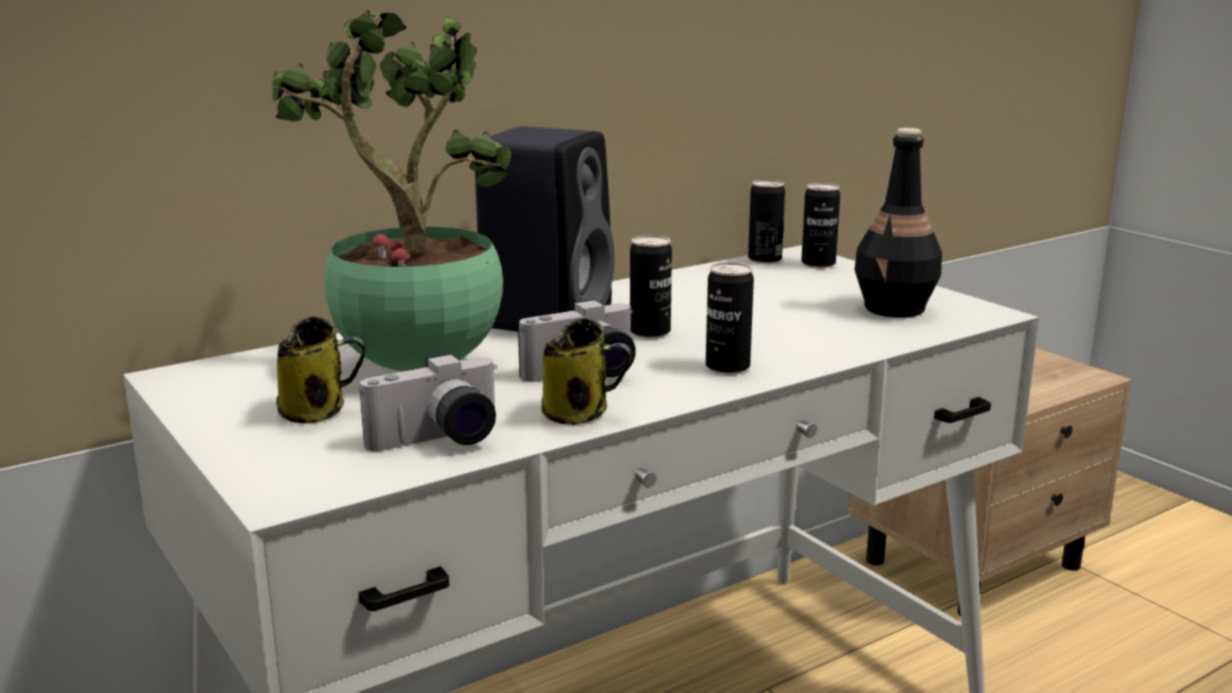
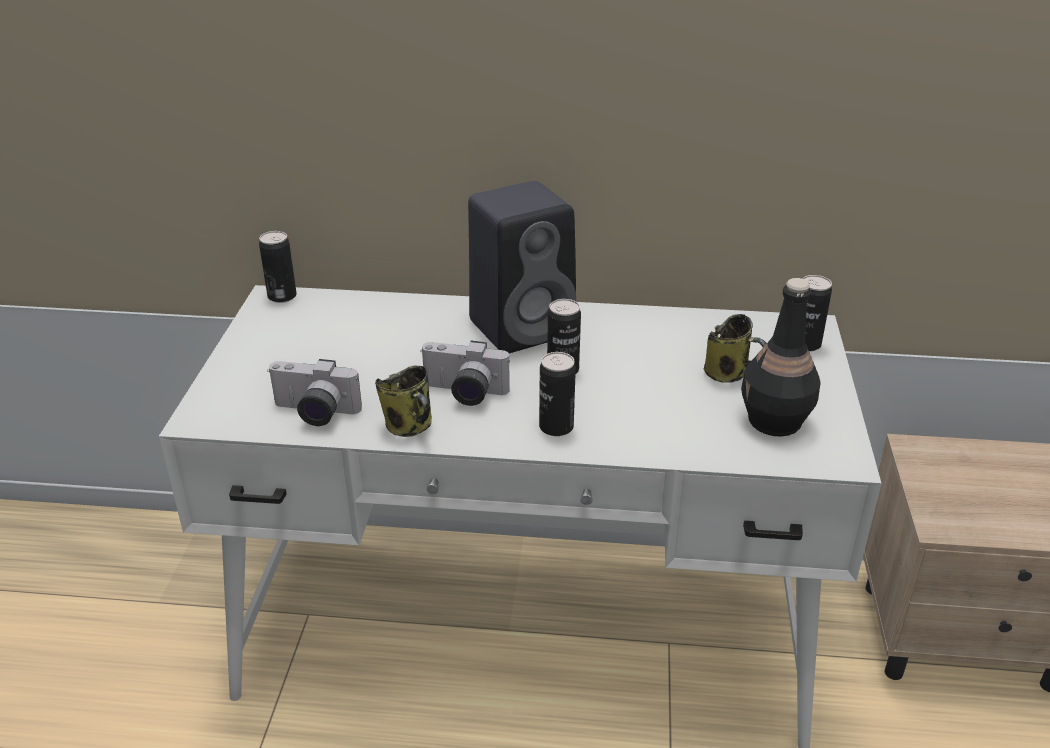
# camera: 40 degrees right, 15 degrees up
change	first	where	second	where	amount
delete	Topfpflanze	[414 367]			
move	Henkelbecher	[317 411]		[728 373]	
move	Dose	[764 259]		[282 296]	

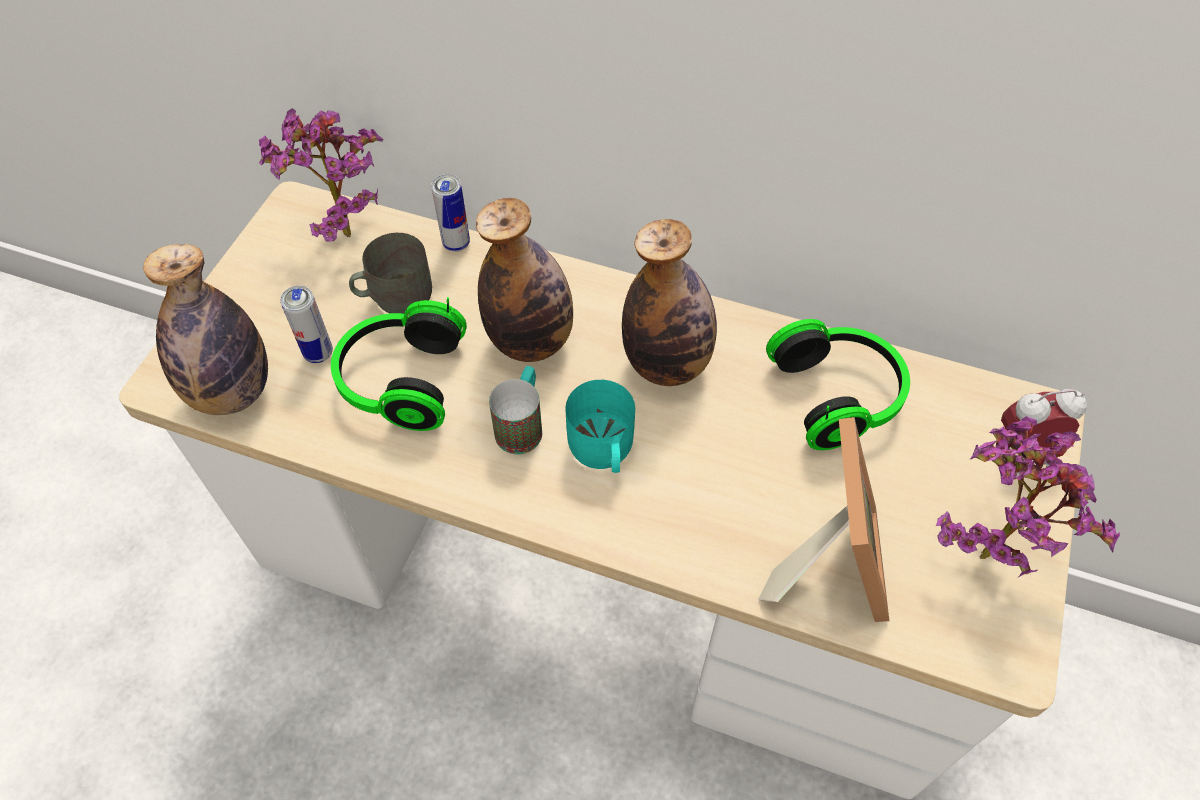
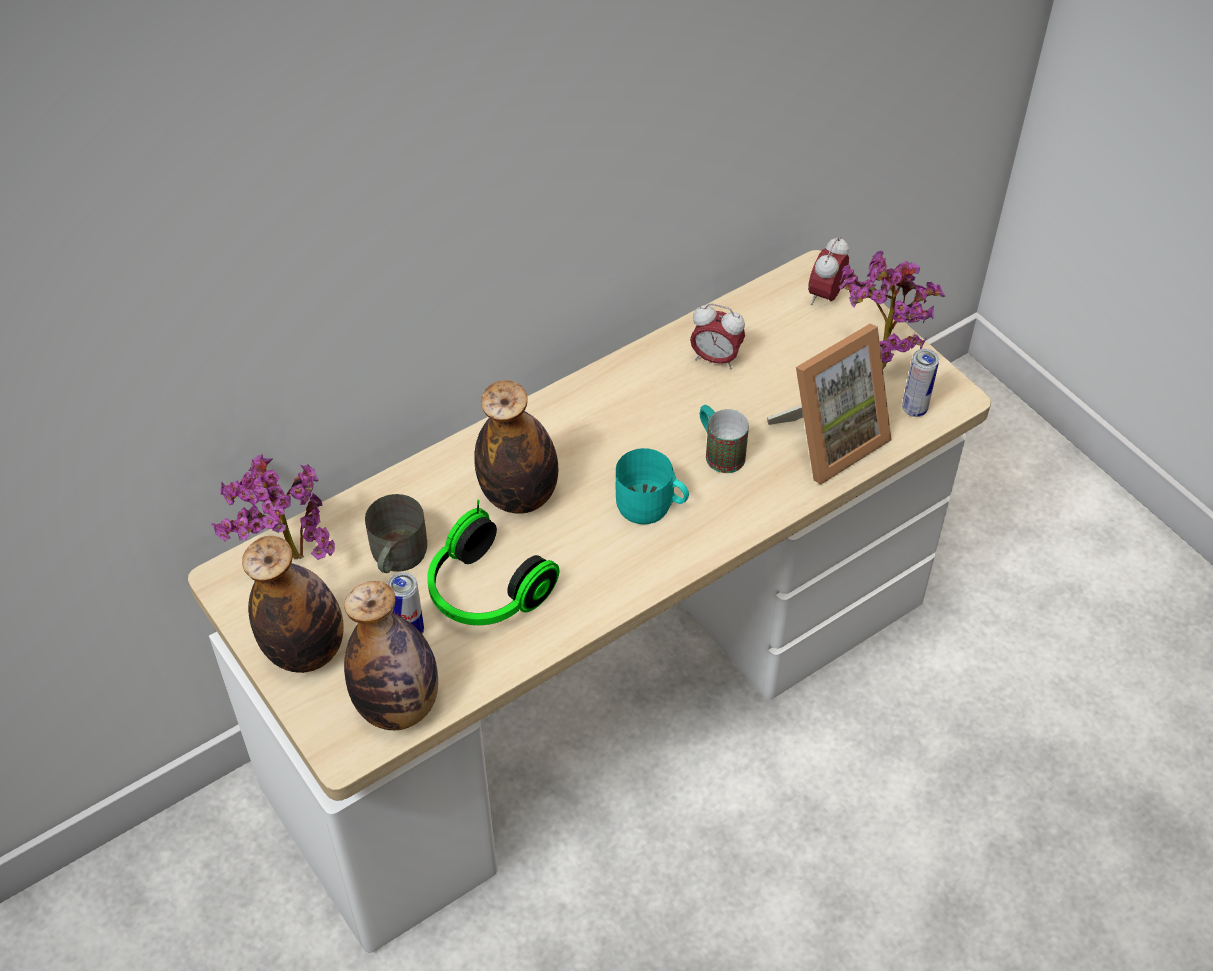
# camera: 55 degrees left, 5 degrees down
change	first	where	second	where	amount
move	Dose	[456 244]		[914 409]	
move	Henkelbecher	[522 424]		[719 452]	
move	Flasche	[667 364]		[305 650]	
replace	Kopfhörer	[838 395]	Wecker	[715 359]	
rotate	Bilderrahmen	[828 561]		[828 439]	105 degrees clockwise

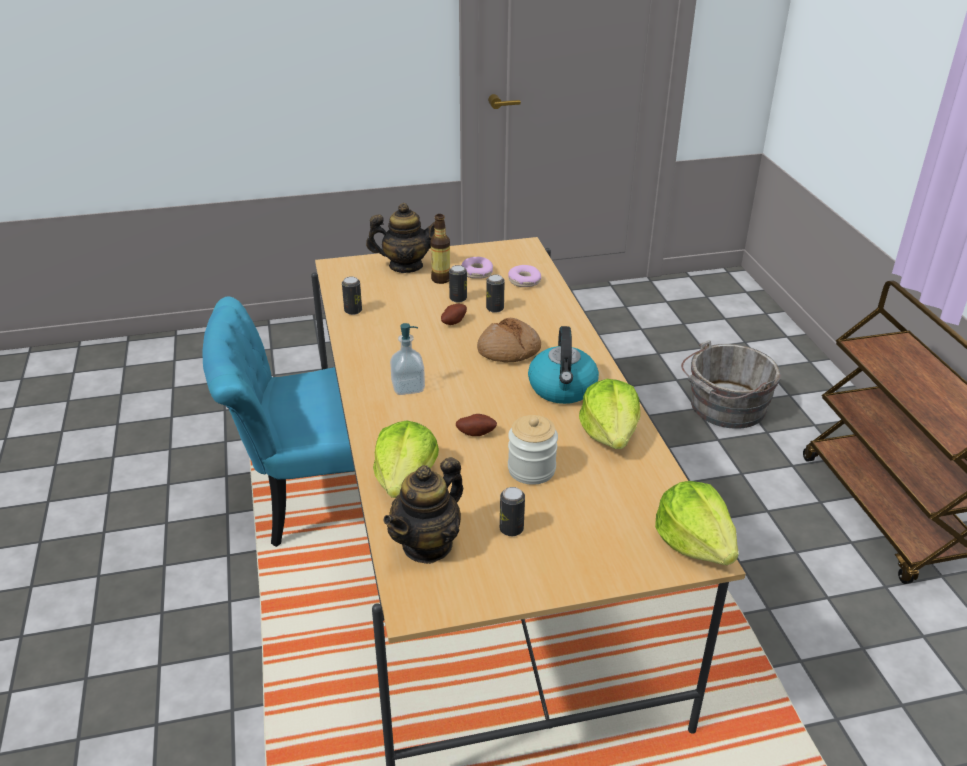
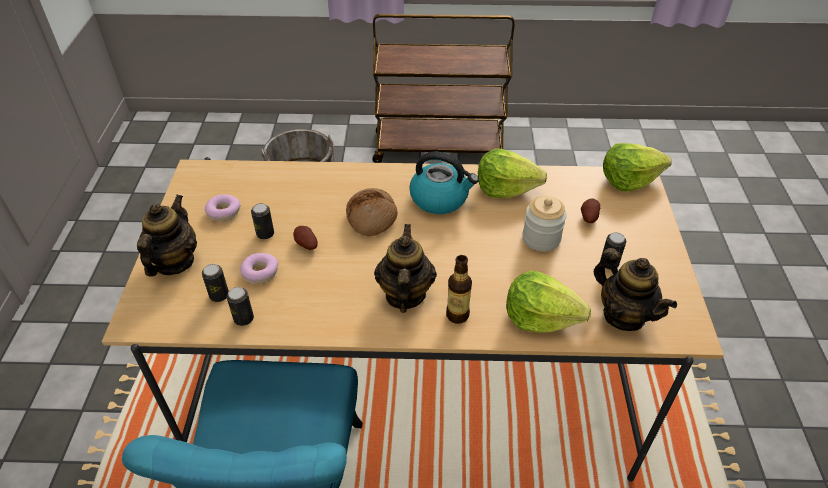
# camera: 75 degrees left, 10 degrees up
change	first	where	second	where	amount
move	Flasche	[441 279]		[457 315]	
move	Kartoffel	[476 433]		[588 217]	
move	Dose	[495 308]		[219 295]	
move	Donut	[524 281]		[260 272]	
replace	Seifenspender	[408 387]	Teekanne	[404 295]	

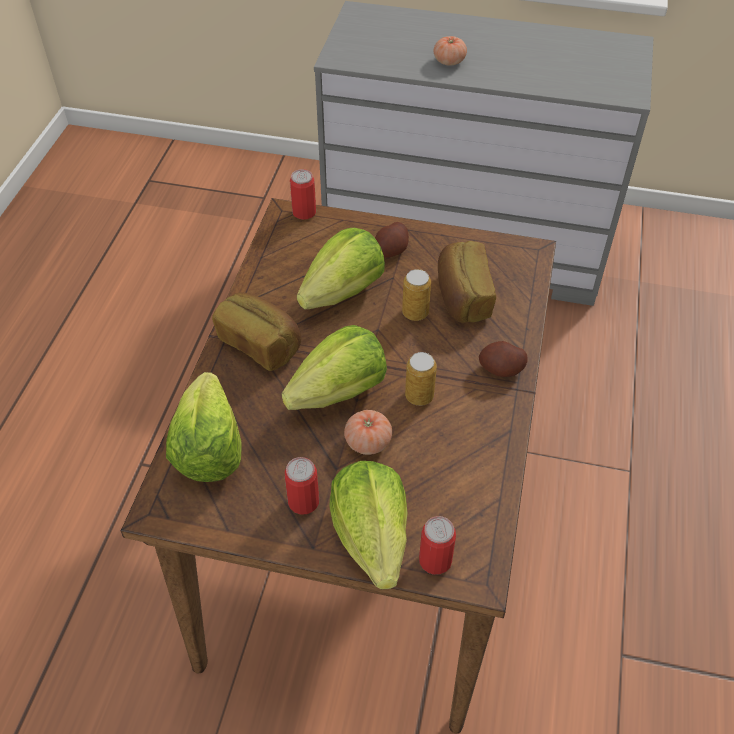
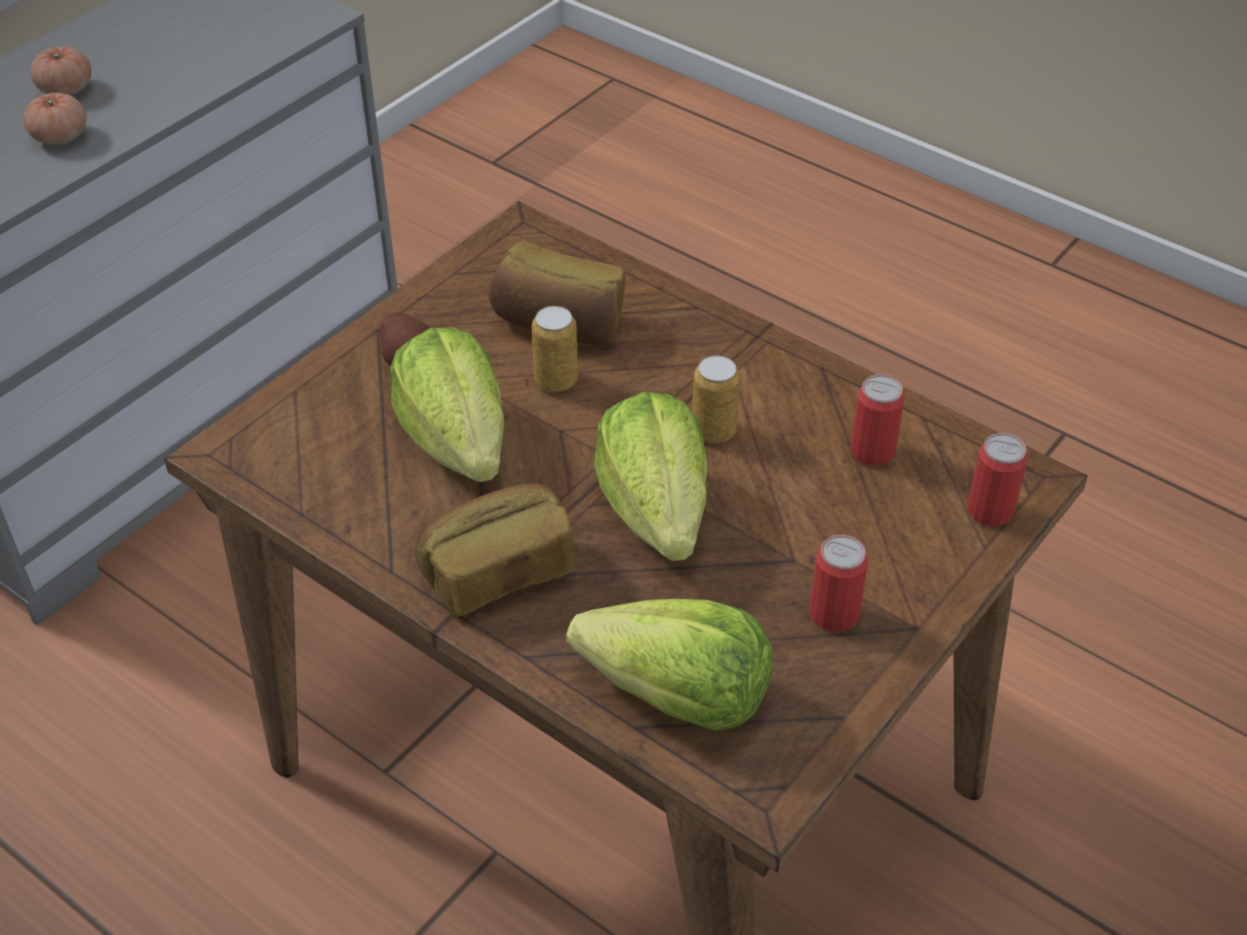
# camera: 65 degrees left, 5 degrees down
change	first	where	second	where	amount
delete	Salatkopf	[372 537]			
delete	Kartoffel	[501 369]			
move	Dose	[304 212]		[872 451]	
move	Tomate	[368 442]		[66 89]	

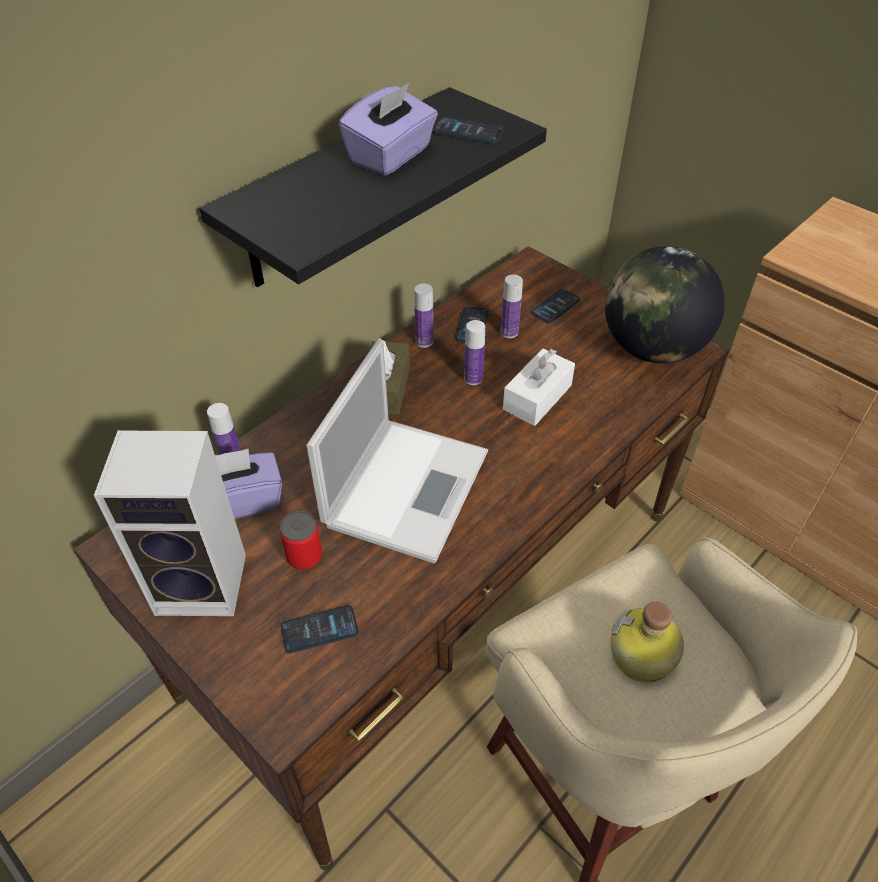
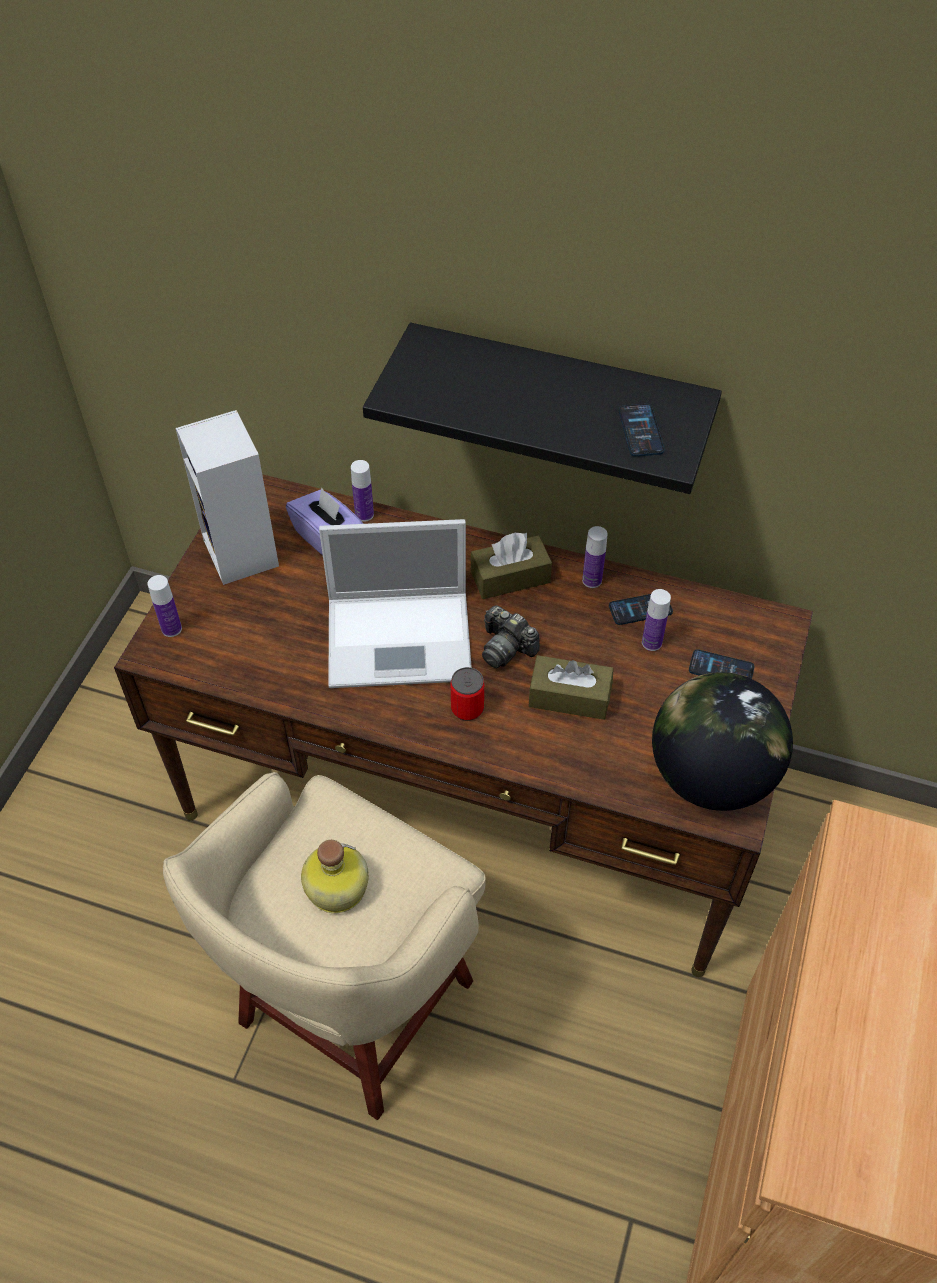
# camera: 65 degrees right, 5 degrees up
change	first	where	second	where	amount
delete	Handy	[319 629]			
delete	Taschentuchbox [lila]	[391 156]			
insert			Kamera	[506 647]	
move	Dose	[304 556]		[467 708]	
move	Flasche	[473 378]		[171 629]	
recolor	Taschentuchbox [weiß]	[537 397]	Taschentuchbox [braun]	[569 697]	

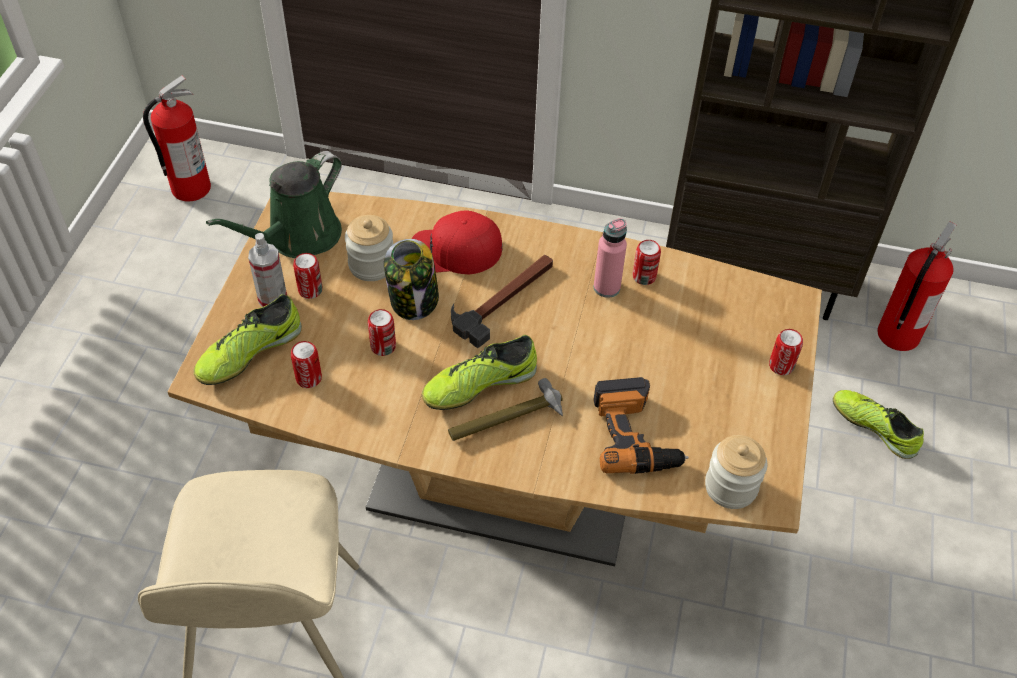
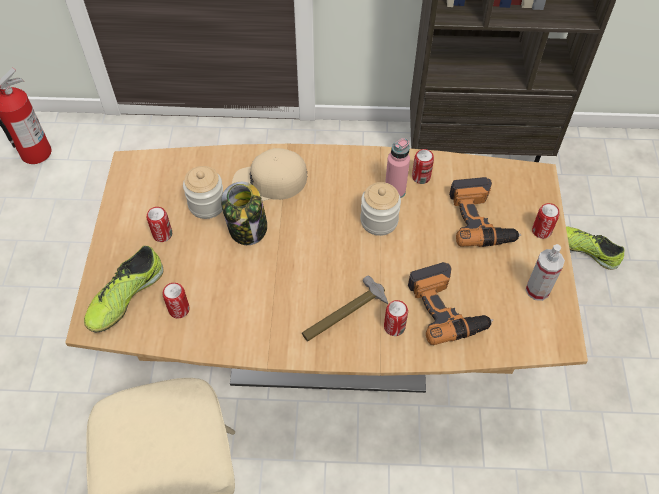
# camera: 10 degrees left, 5 degrees up
change	first	where	second	where	amount
delete	Gießkanne [grün]	[298 237]			
delete	Schuh	[479 384]			
delete	Hammer	[504 299]			
delete	Feuerlöscher	[897 335]			
insert			Bohrmaschine	[481 219]	
move	Sprühflasche	[273 299]		[537 290]	
move	Dose	[383 346]		[394 327]	
move	Vorratsglas	[731 487]		[379 221]	
recolor	Kappe [rot]	[454 251]	Kappe [beige]	[269 181]	

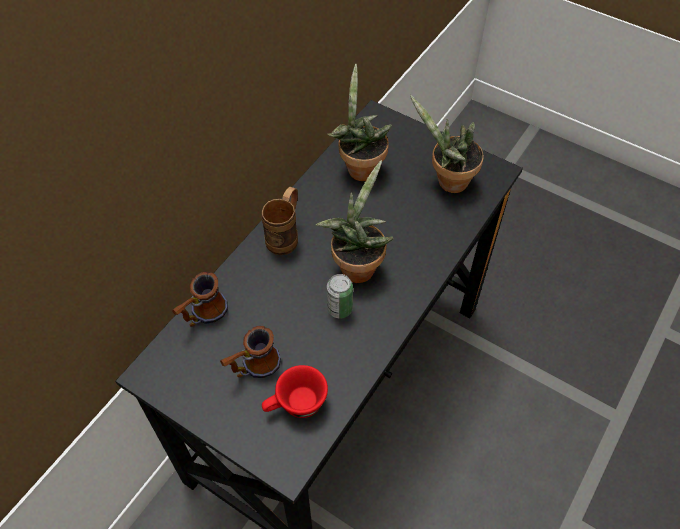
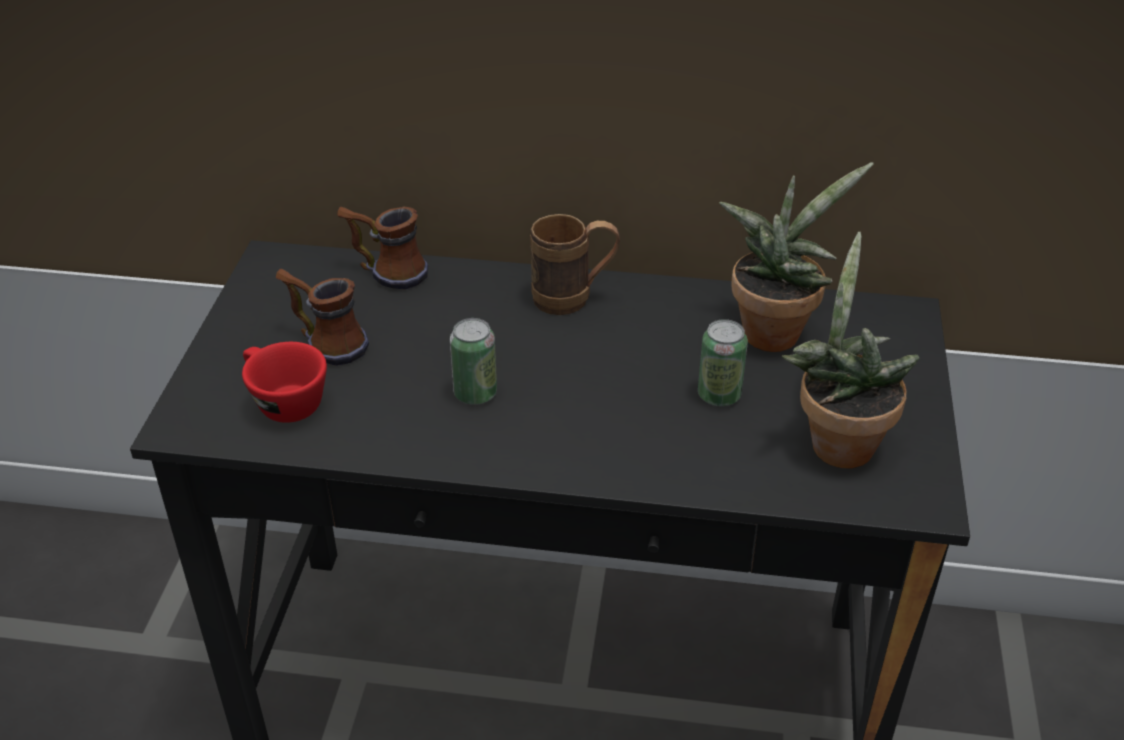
# camera: 65 degrees right, 15 degrees down
change	first	where	second	where	amount
delete	Topfpflanze	[356 265]			
insert			Dose	[719 395]	

